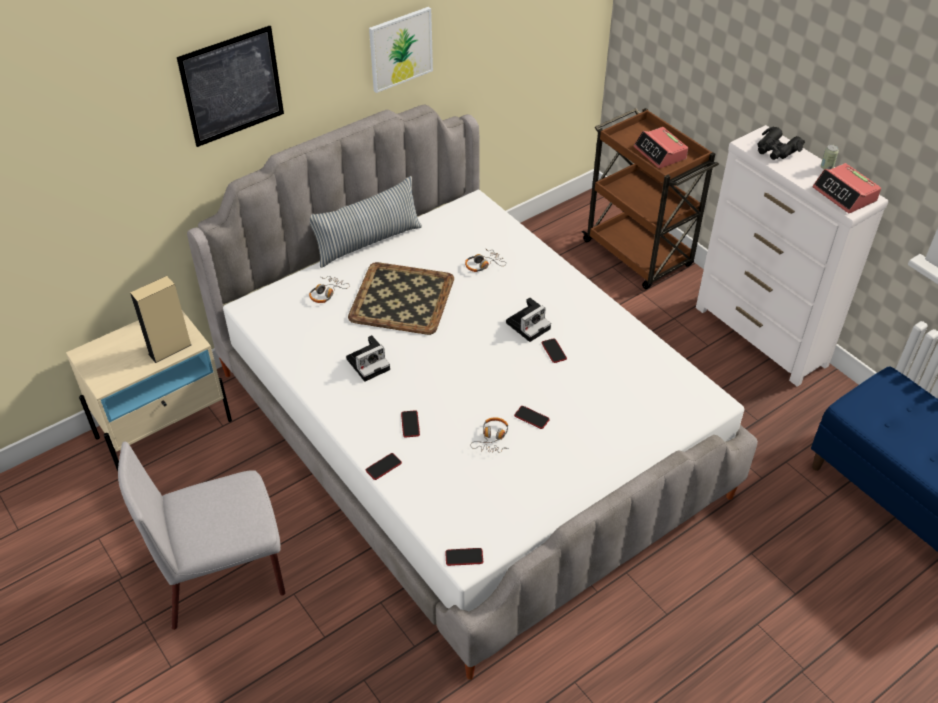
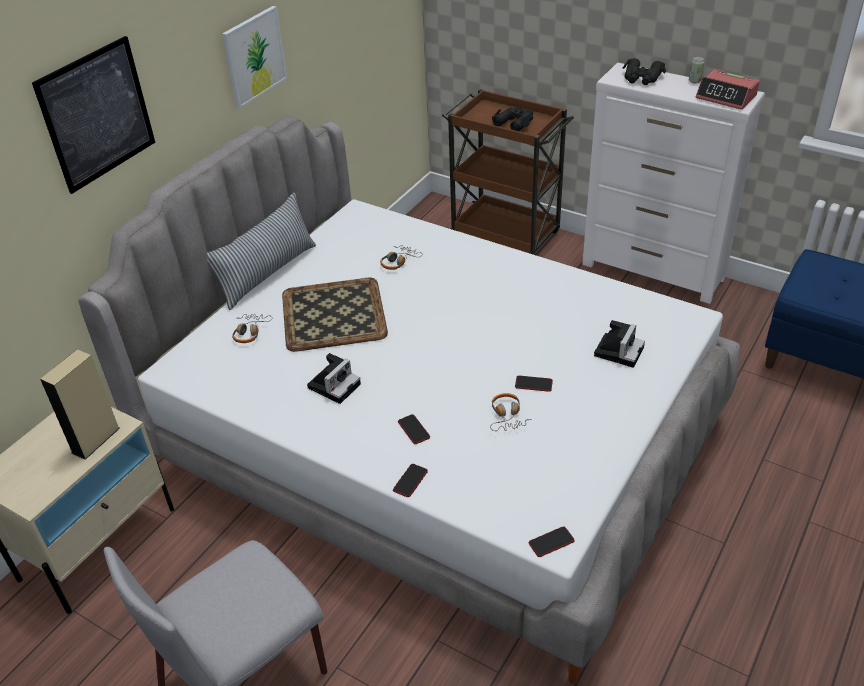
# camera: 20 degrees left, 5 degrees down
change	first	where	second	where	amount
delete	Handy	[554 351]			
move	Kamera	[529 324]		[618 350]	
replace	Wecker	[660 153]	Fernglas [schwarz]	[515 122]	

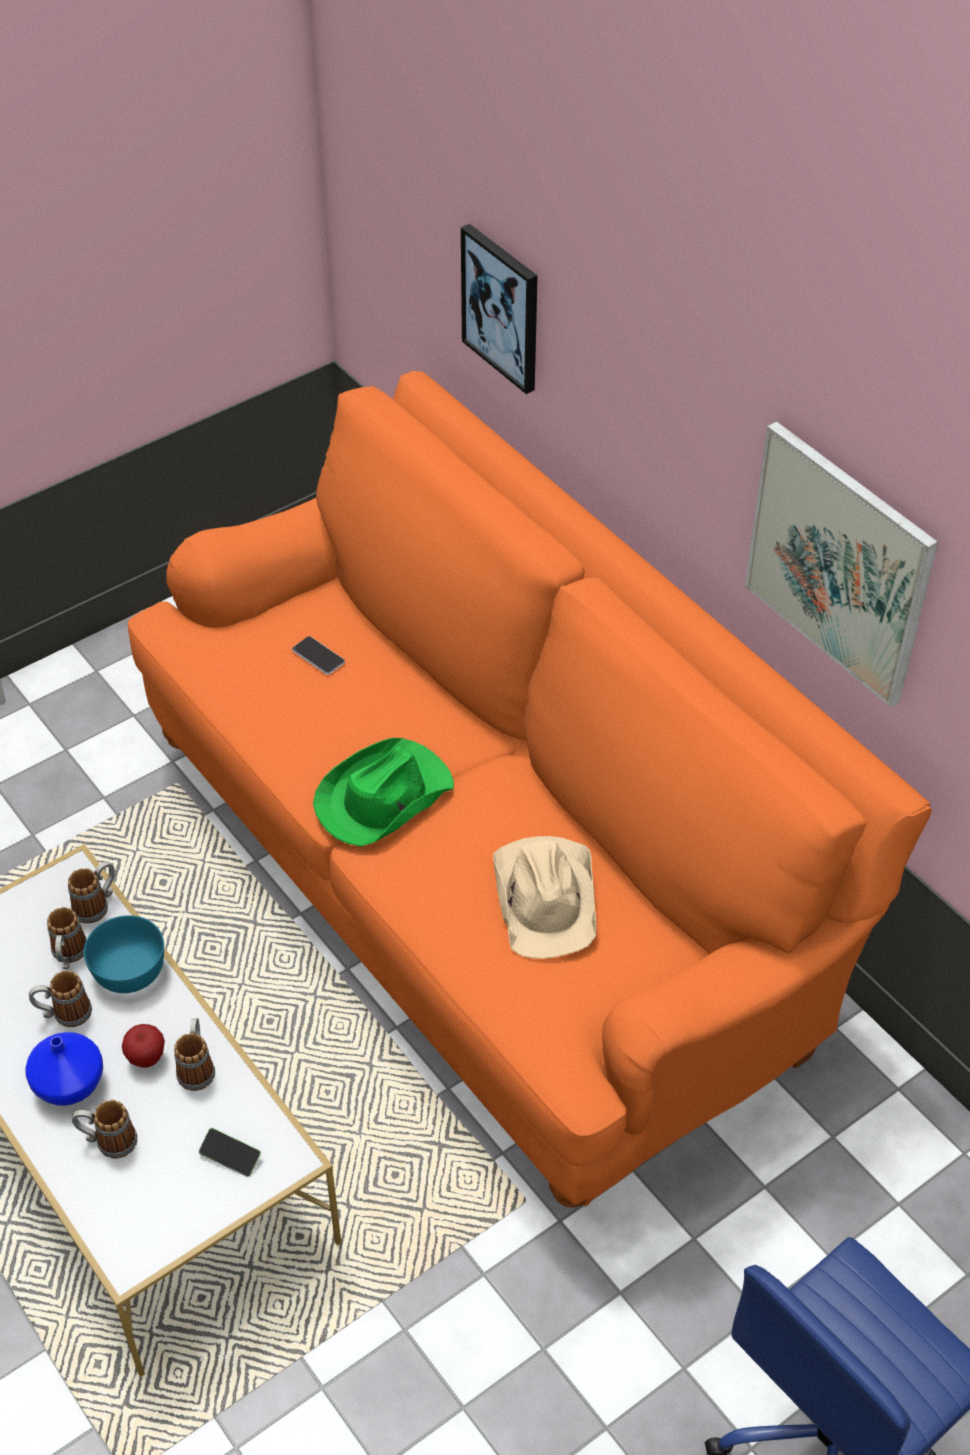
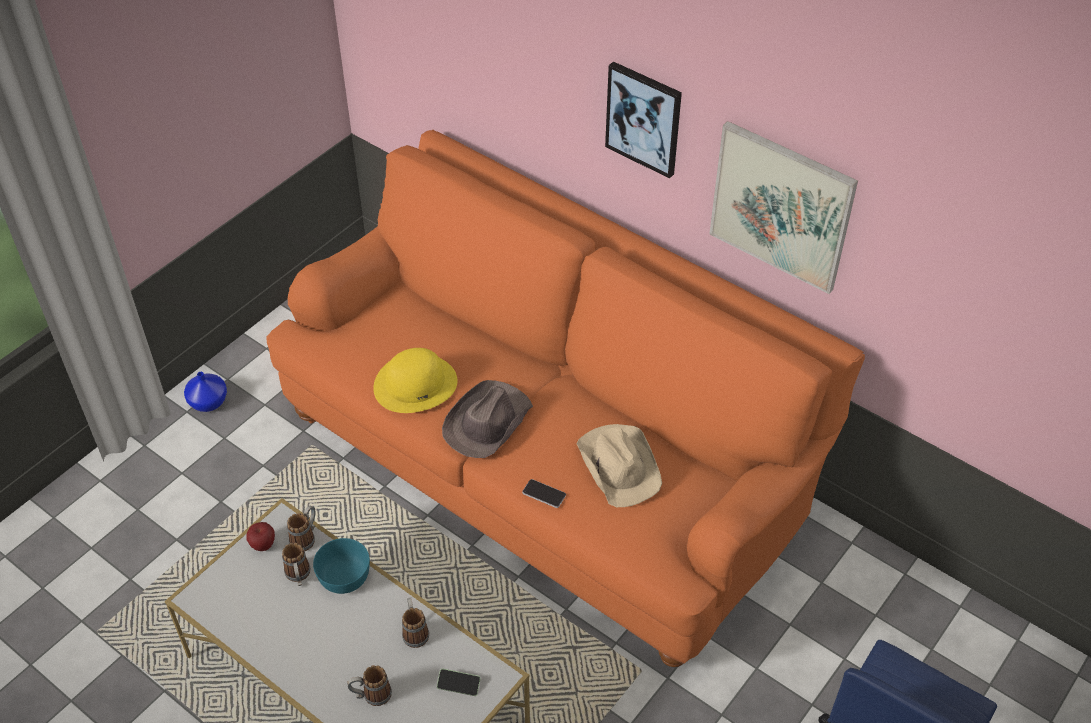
# camera: 15 degrees left, 0 degrees up
change	first	where	second	where	amount
delete	Henkelbecher	[64 1014]			
insert			Hut [gelb]	[415 384]	
move	Vase [blau]	[70 1085]		[209 403]	
move	Apfel	[146 1058]		[263 545]	
move	Handy	[318 656]		[544 494]	
move	Bild	[502 307]		[644 118]	
recolor	Hut [grün]	[382 797]	Hut [braun]	[487 422]	

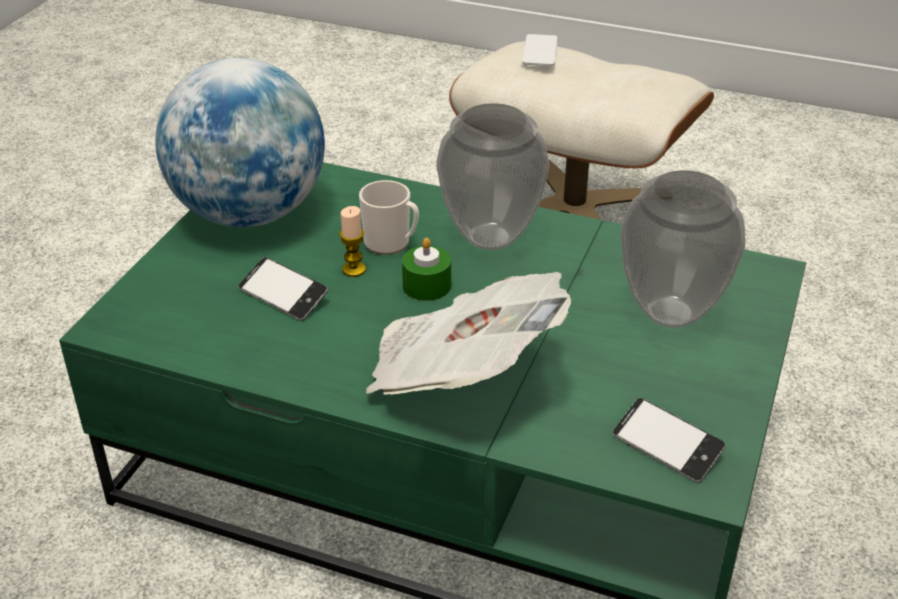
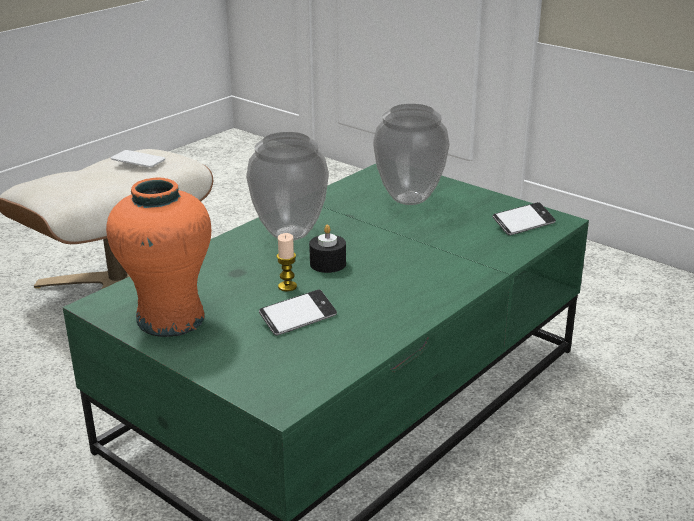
# camera: 70 degrees left, 10 degrees down
change	first	where	second	where	amount
delete	Henkelbecher	[391 243]			
delete	Zeitung	[461 374]			
move	Handy	[540 51]		[138 160]	
replace	Globus	[250 213]	Vase [orange]	[170 319]	
recolor	Kerze [grün]	[426 285]	Kerze [schwarz]	[328 264]	

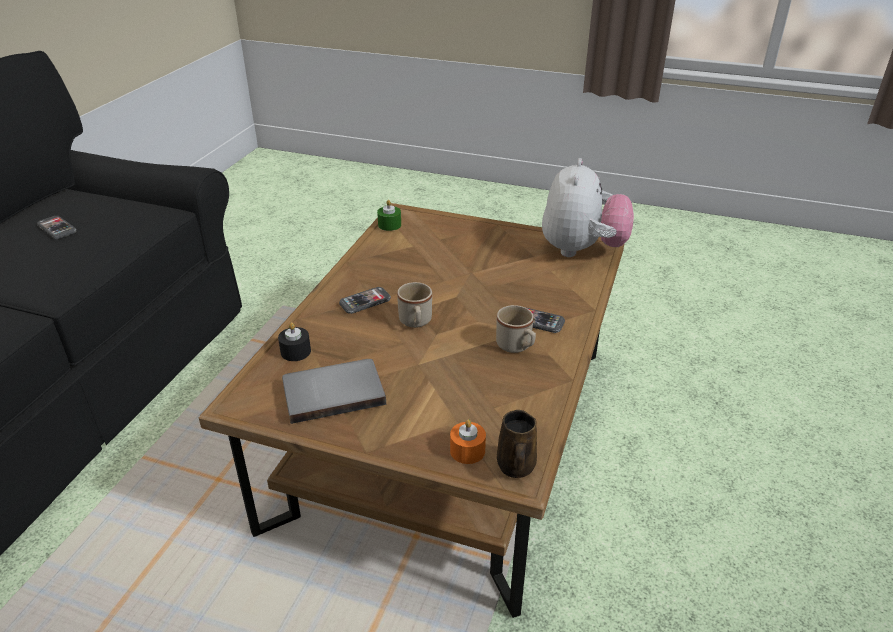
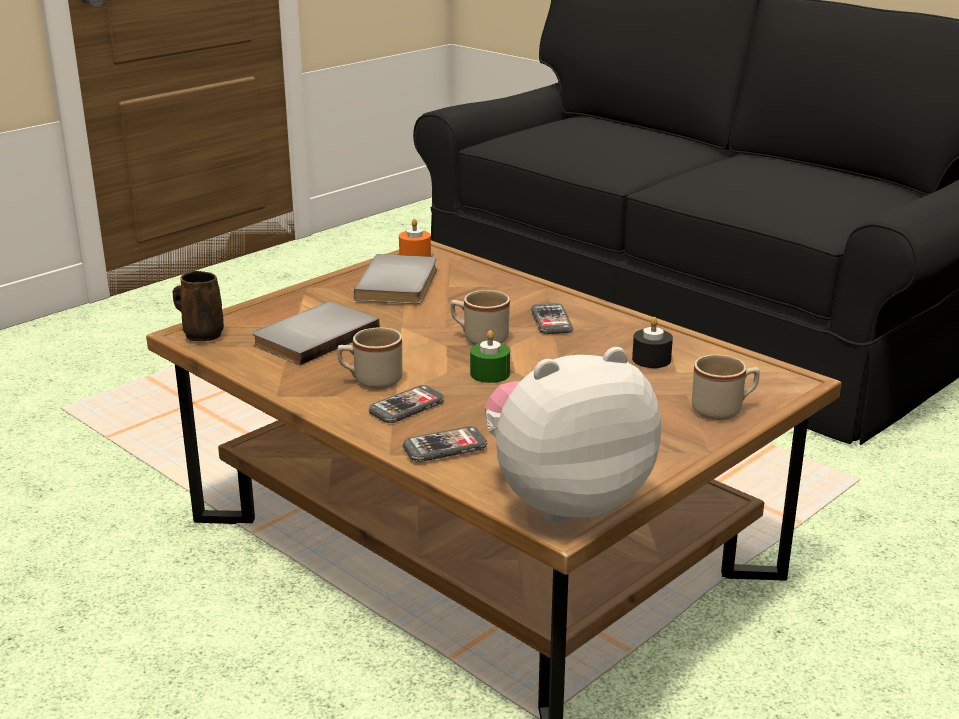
# camera: 115 degrees right, 10 degrees down
change	first	where	second	where	amount
insert			Buch [grau]	[313 336]	
insert			Henkelbecher [beige]	[723 409]	
move	Handy	[57 229]		[445 447]	
move	Kerze [schwarz]	[295 351]		[651 359]	
move	Kerze [grün]	[389 225]		[490 374]	
move	Kerze [orange]	[467 450]		[415 255]	
rotate	Plüschtier	[582 250]		[565 500]	120 degrees clockwise

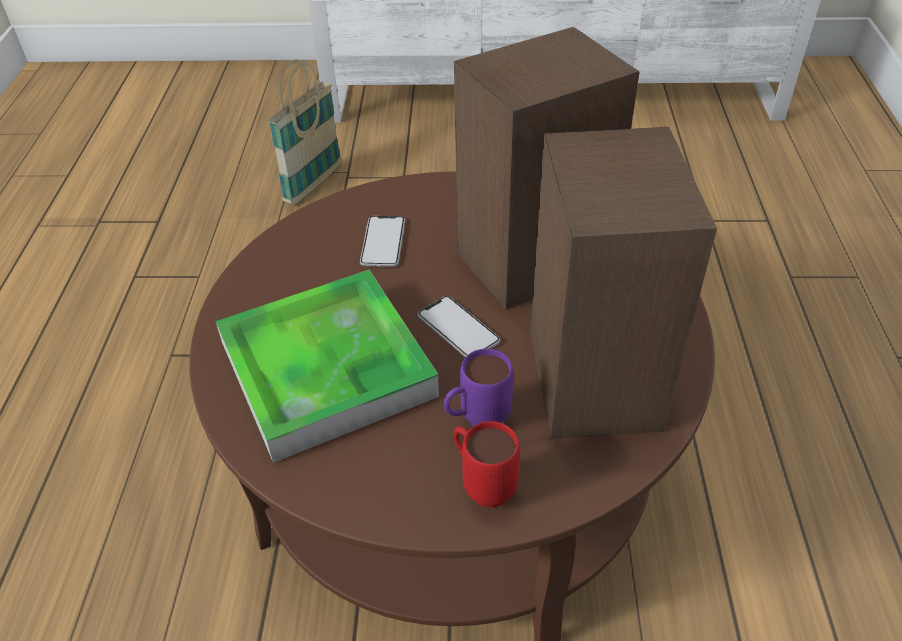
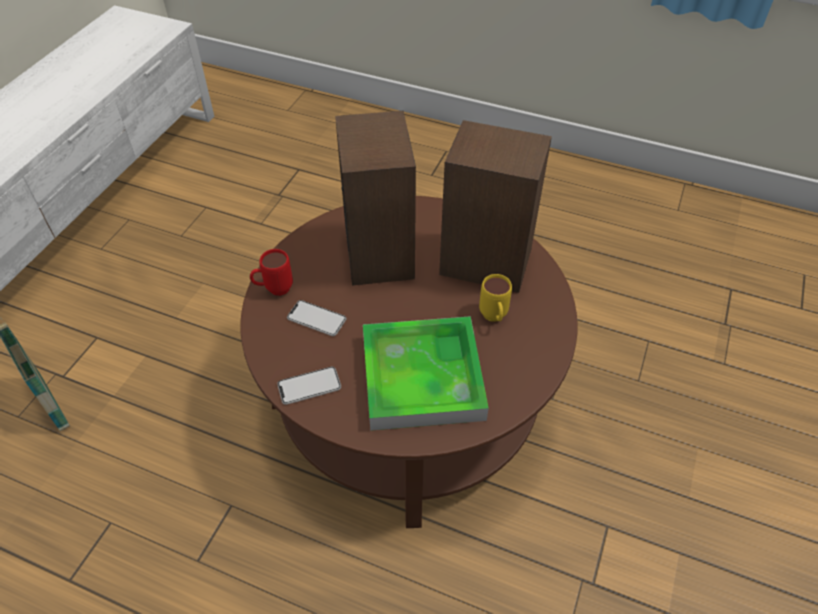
# camera: 70 degrees left, 5 degrees up
change	first	where	second	where	amount
move	Handy	[458 329]		[309 386]	
move	Henkelbecher [rot]	[482 484]		[274 290]	
recolor	Henkelbecher [lila]	[476 421]	Henkelbecher [gelb]	[494 318]	

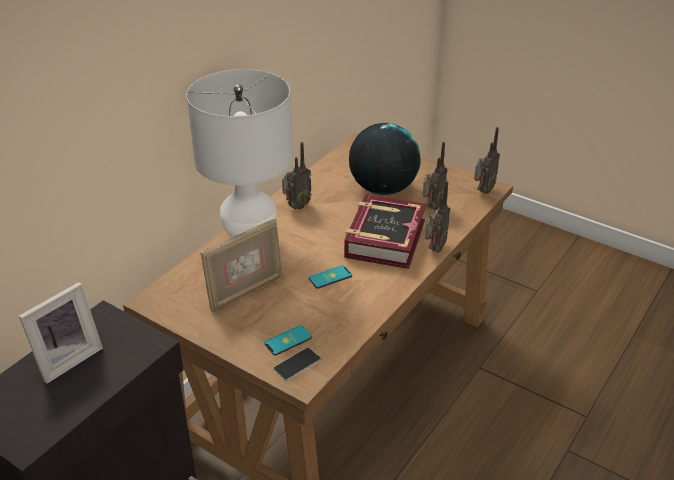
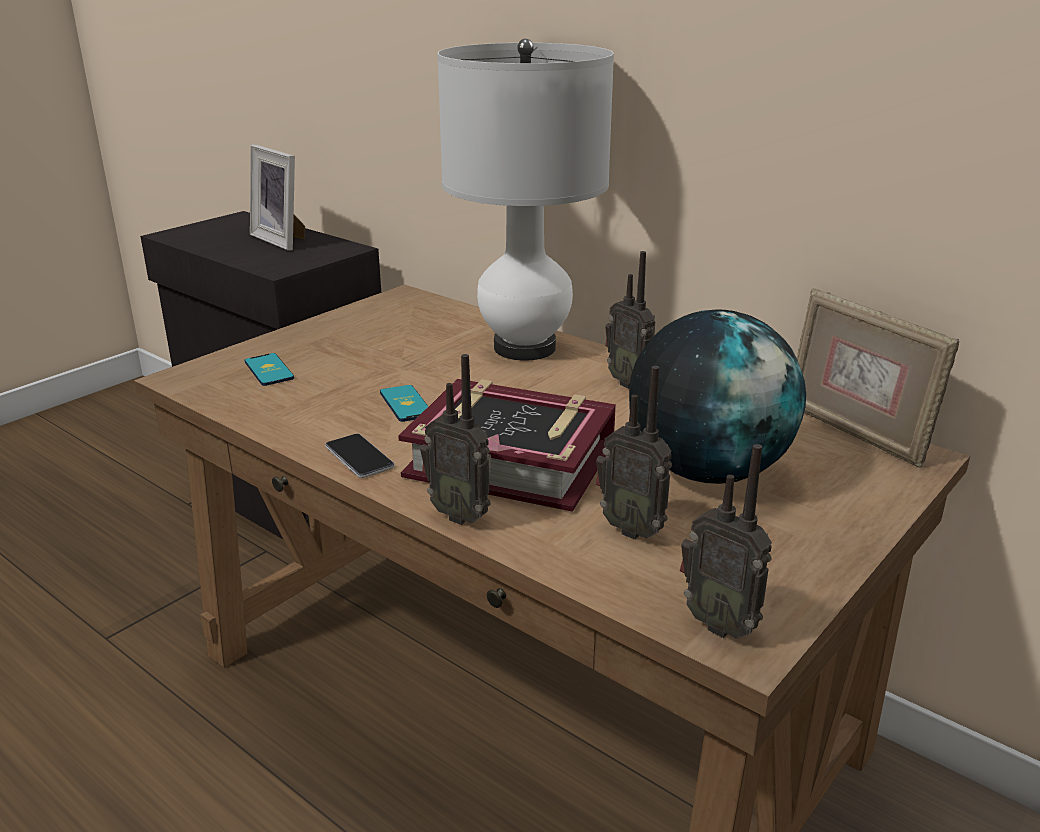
# camera: 95 degrees right, 10 degrees down
change	first	where	second	where	amount
move	Bilderrahmen	[245 291]		[854 433]	
move	Handy	[297 365]		[359 457]	

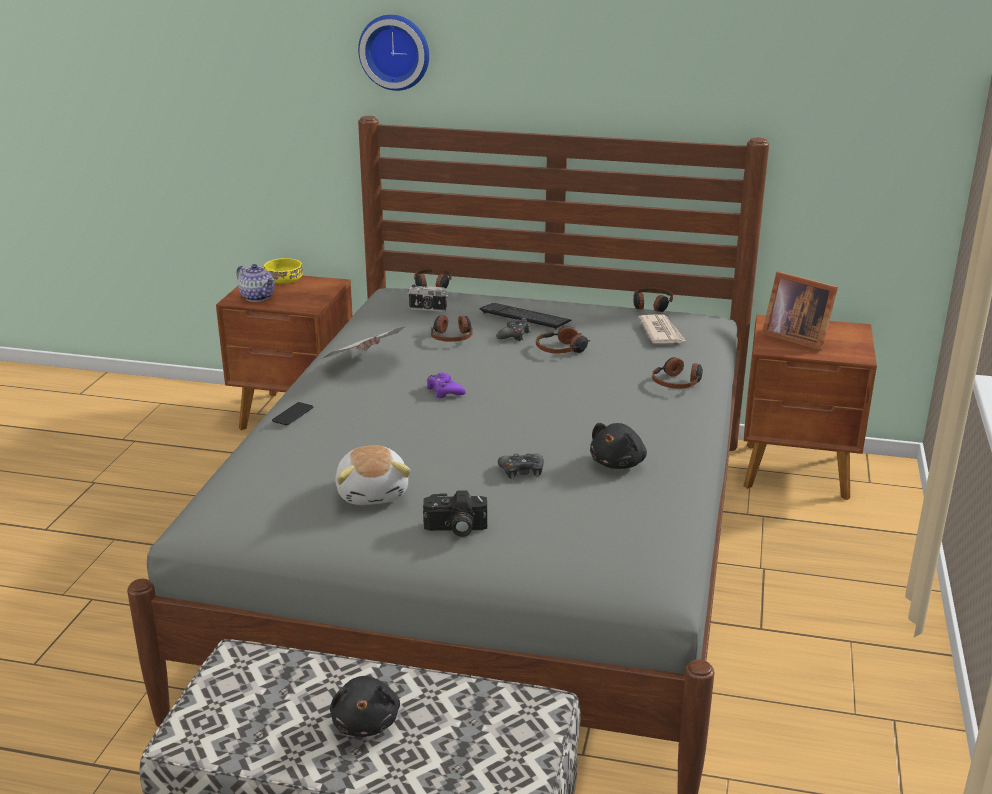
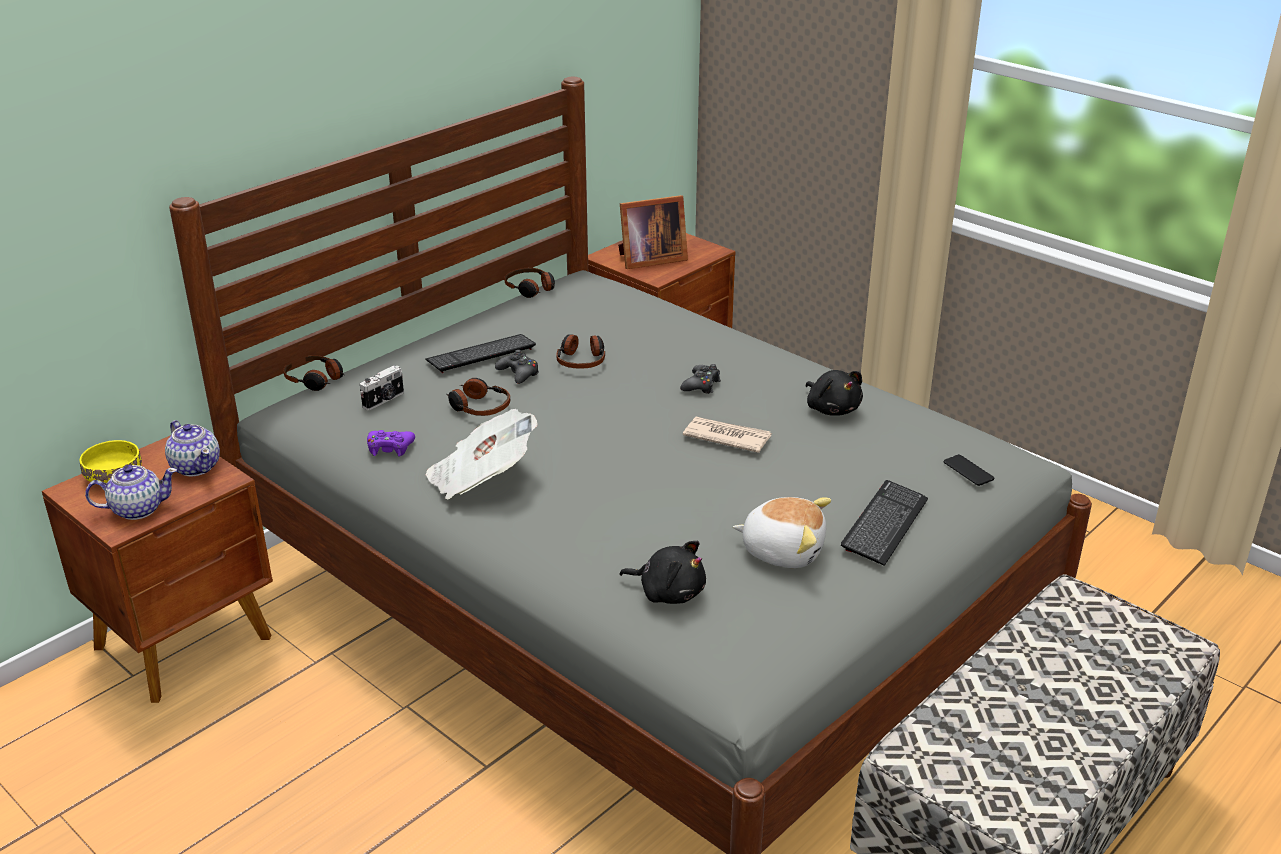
# camera: 60 degrees left, 5 degrees up
change	first	where	second	where	amount
delete	Wanduhr	[395 51]			
delete	Kopfhörer	[677 382]			
insert			Teekanne	[196 466]	
move	Handy	[293 414]		[968 471]	
move	Plüschtier [schwarz]	[366 722]		[669 592]	
move	Gamepad [lila]	[444 391]		[390 448]	
move	Gamepad [schwarz]	[522 471]		[701 385]	
move	Zeitung	[661 332]		[726 437]	
replace	Kamera	[455 529]	Tastatur	[884 524]	

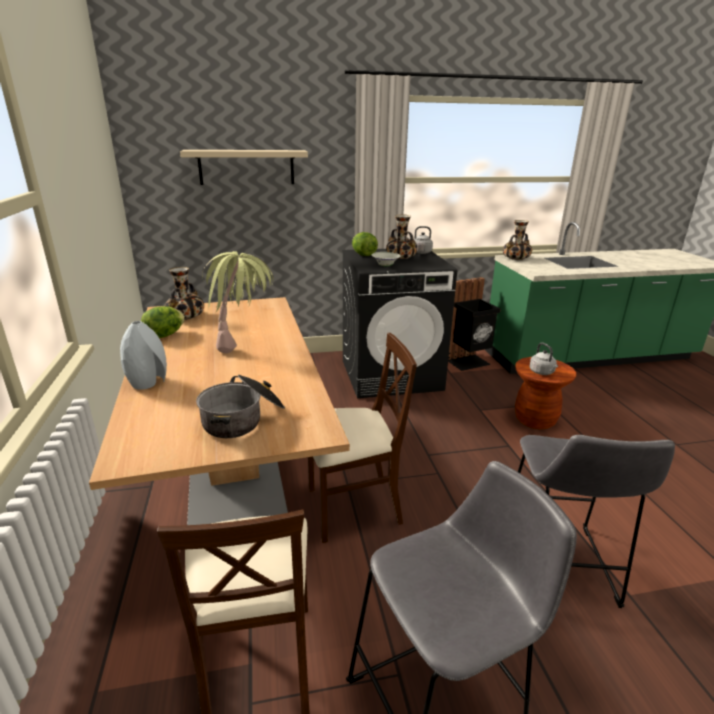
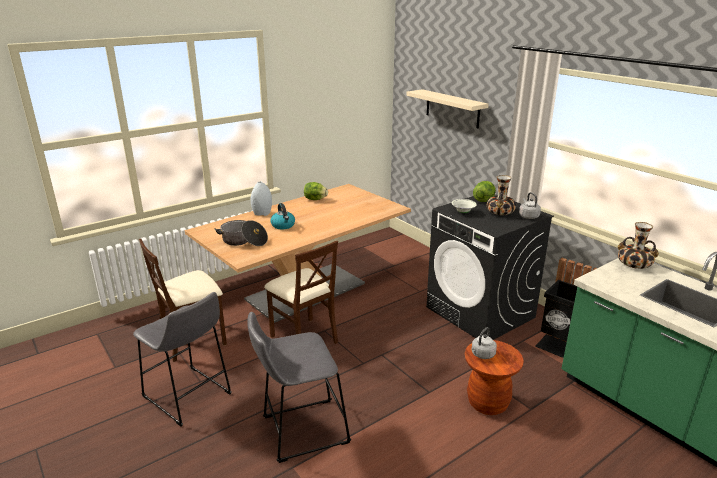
# camera: 65 degrees right, 0 degrees up
change	first	where	second	where	amount
delete	Vase	[185 316]			
delete	Topfpflanze	[243 344]			
insert			Wasserkessel	[283 225]	

